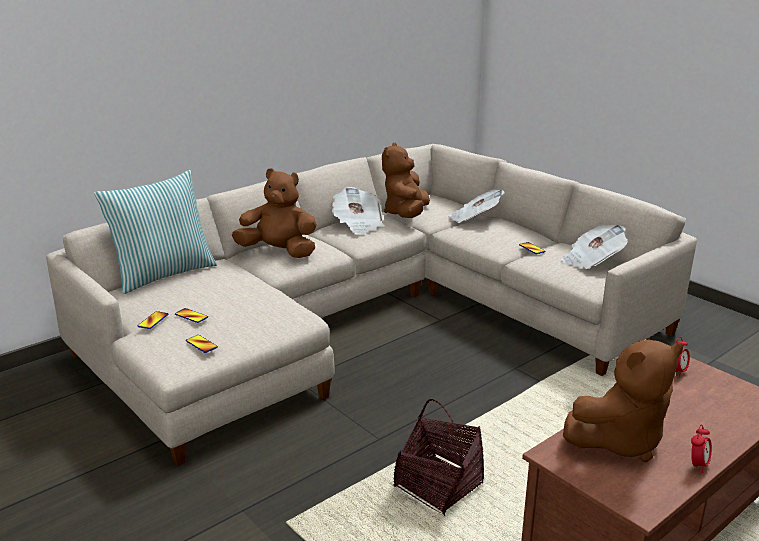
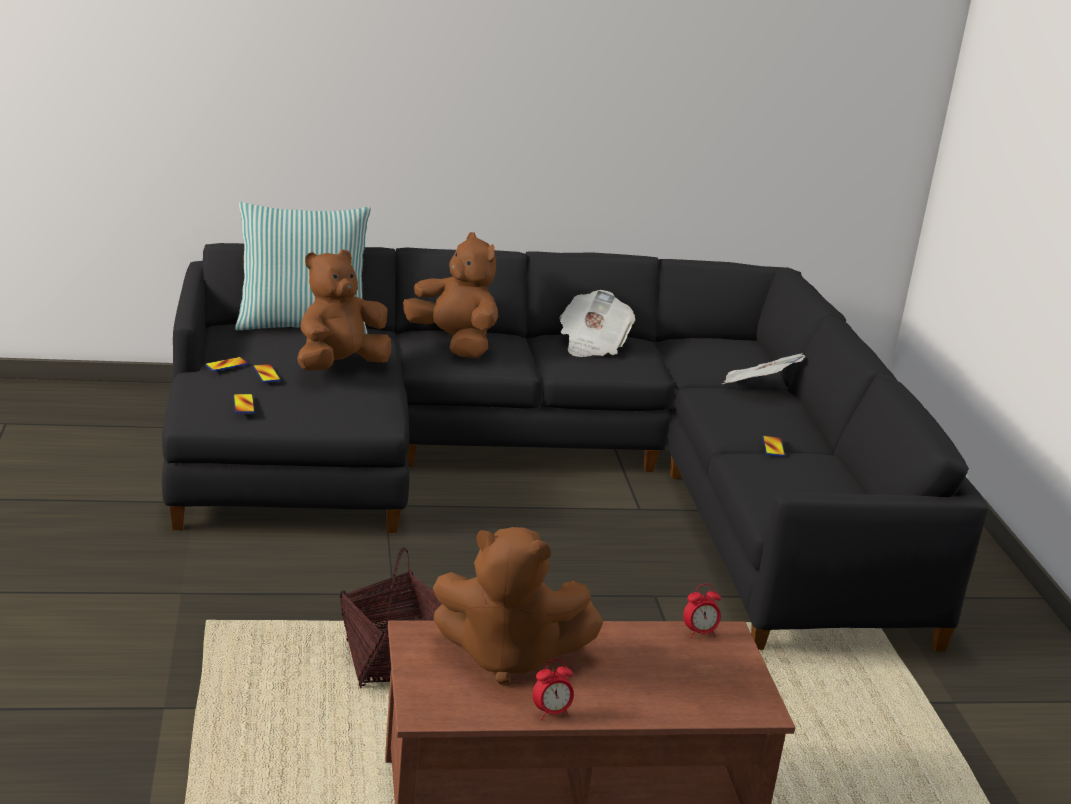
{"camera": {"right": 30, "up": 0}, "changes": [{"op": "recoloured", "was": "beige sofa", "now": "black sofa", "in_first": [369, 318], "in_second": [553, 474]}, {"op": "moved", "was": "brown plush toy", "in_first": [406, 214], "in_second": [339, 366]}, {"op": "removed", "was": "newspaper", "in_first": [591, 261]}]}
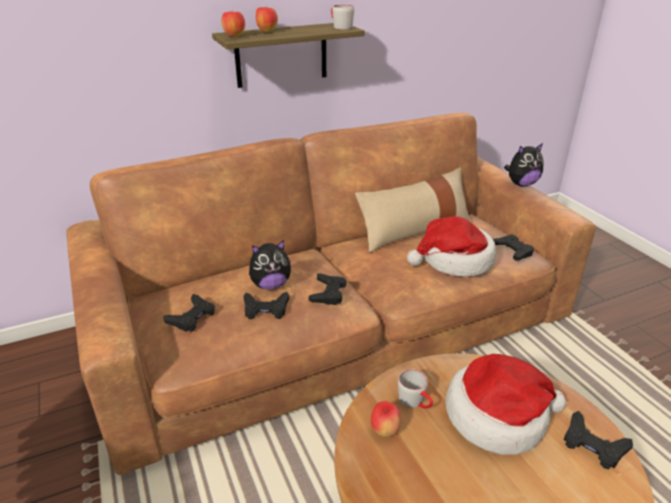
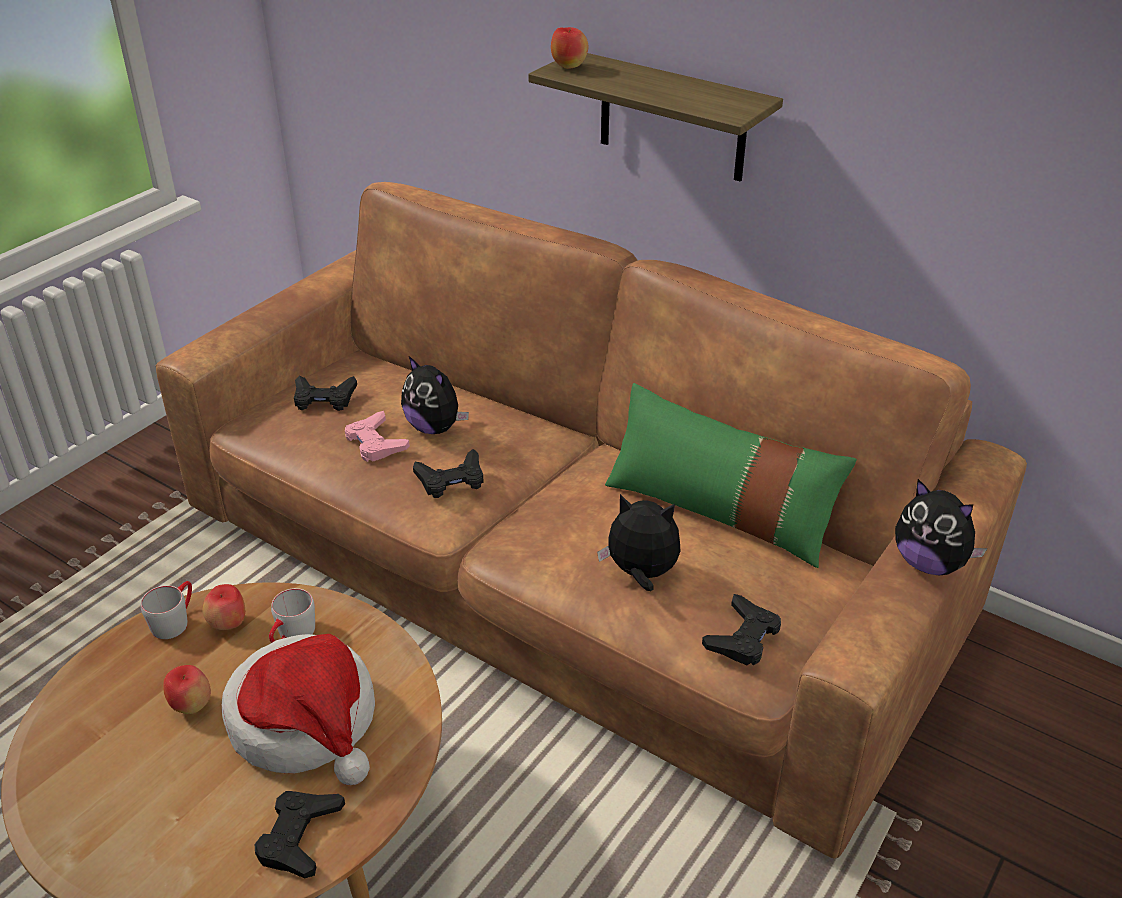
{"camera": {"right": 60, "up": 5}, "changes": [{"op": "moved", "was": "grey mug", "in_first": [340, 27], "in_second": [175, 620]}, {"op": "moved", "was": "apple", "in_first": [267, 32], "in_second": [192, 706]}, {"op": "recoloured", "was": "black game controller", "now": "pink game controller", "in_first": [265, 309], "in_second": [375, 443]}, {"op": "replaced", "was": "hat", "now": "plush toy", "in_first": [454, 260], "in_second": [641, 574]}, {"op": "recoloured", "was": "beige pillow", "now": "green pillow", "in_first": [414, 230], "in_second": [719, 510]}]}
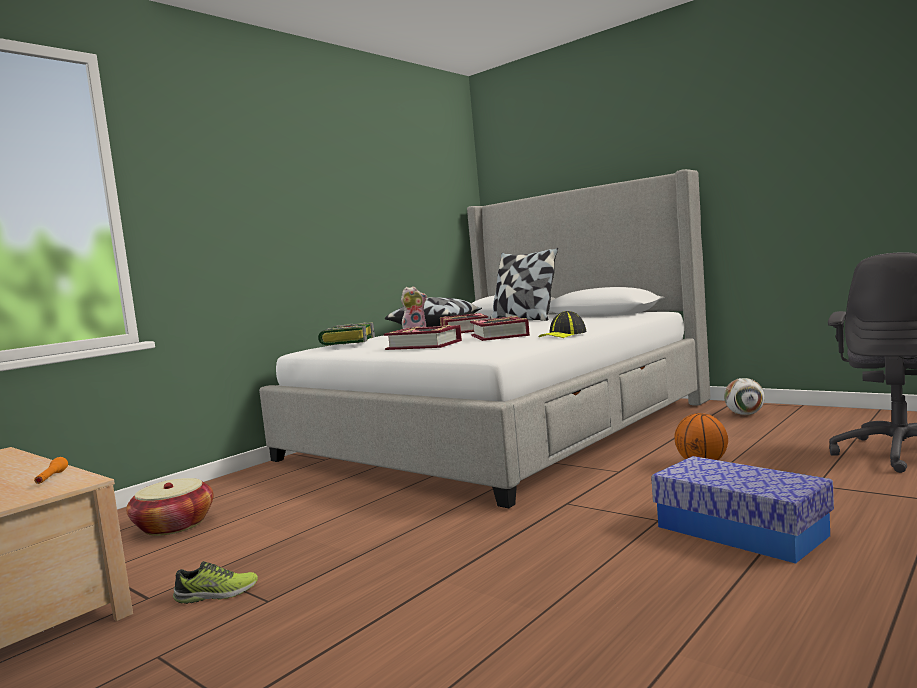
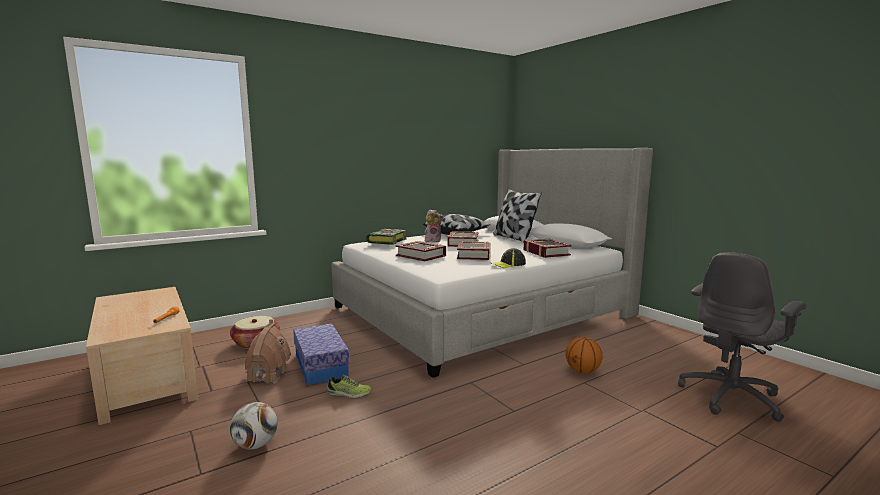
{"camera": {"right": 15, "up": 5}, "changes": [{"op": "moved", "was": "football", "in_first": [745, 414], "in_second": [256, 445]}, {"op": "added", "now": "toy house", "in_second": [267, 375]}, {"op": "moved", "was": "storage box", "in_first": [740, 531], "in_second": [320, 365]}, {"op": "moved", "was": "shoe", "in_first": [216, 594], "in_second": [348, 393]}, {"op": "added", "now": "book", "in_second": [546, 252]}]}
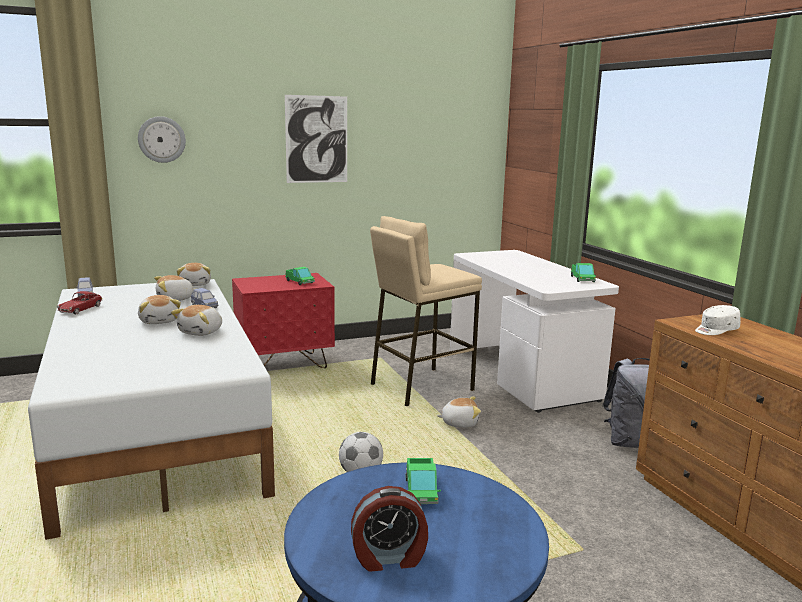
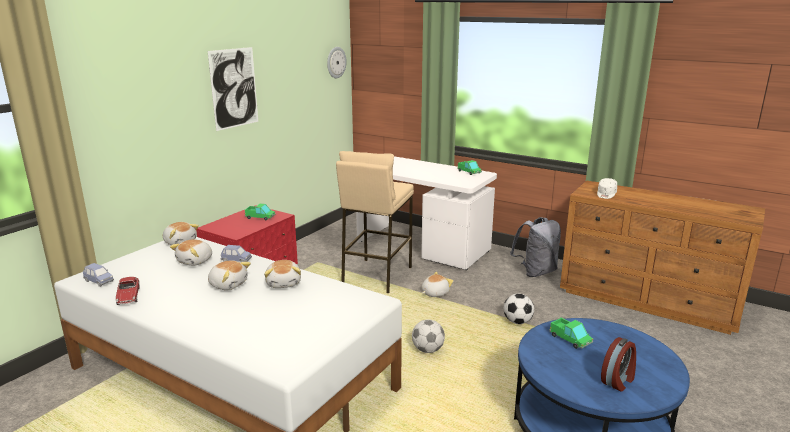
{"camera": {"right": -35, "up": 5}, "changes": [{"op": "moved", "was": "wall clock", "in_first": [161, 139], "in_second": [336, 62]}, {"op": "added", "now": "football", "in_second": [517, 322]}]}
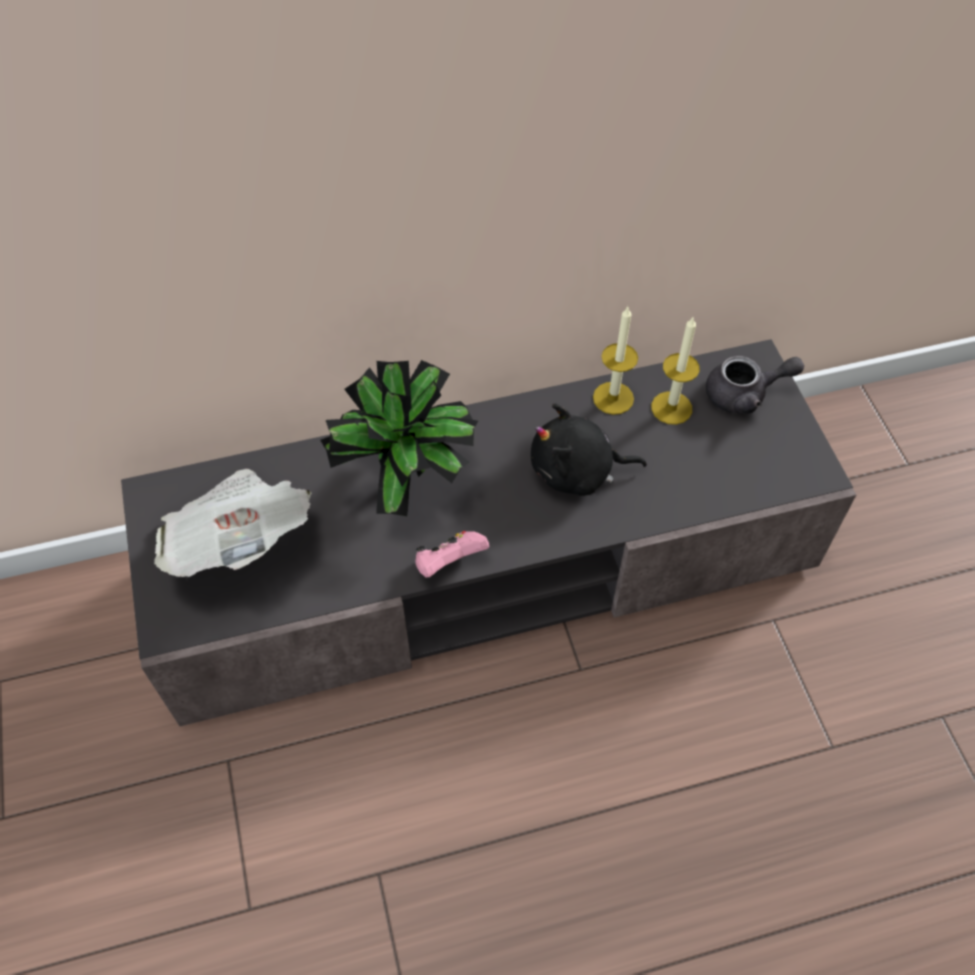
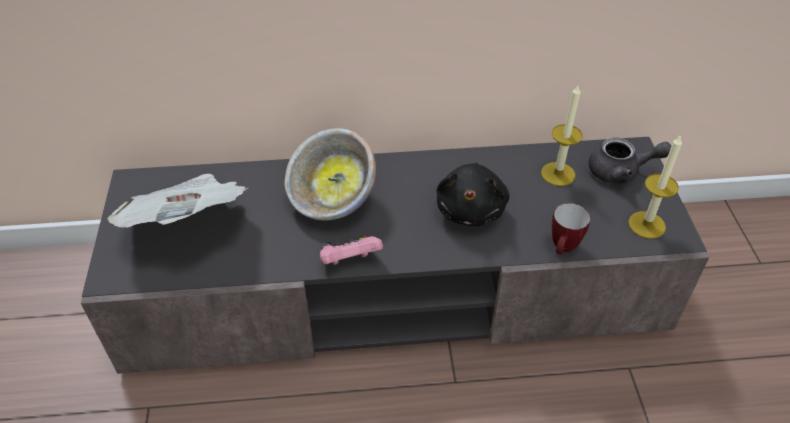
{"camera": {"right": 10, "up": -10}, "changes": [{"op": "replaced", "was": "potted plant", "now": "bowl", "in_first": [409, 484], "in_second": [333, 200]}, {"op": "turned", "was": "black plush toy", "in_first": [577, 471], "in_second": [471, 209], "clockwise": -90}, {"op": "added", "now": "mug", "in_second": [563, 249]}, {"op": "moved", "was": "candle", "in_first": [613, 398], "in_second": [646, 225]}]}
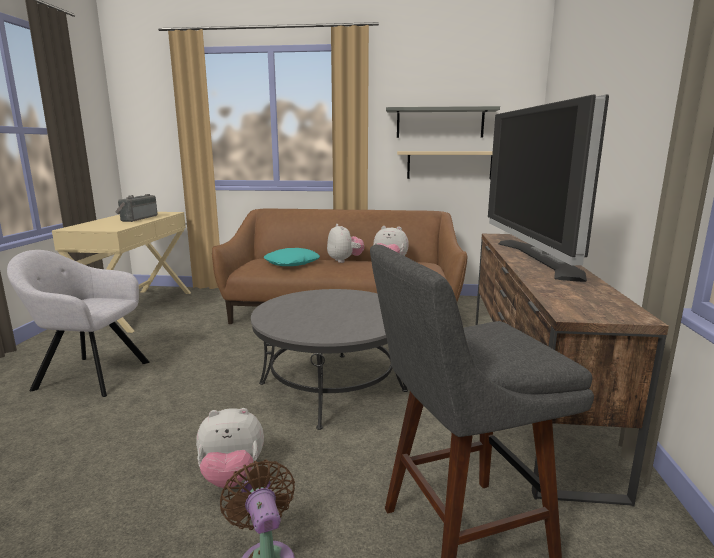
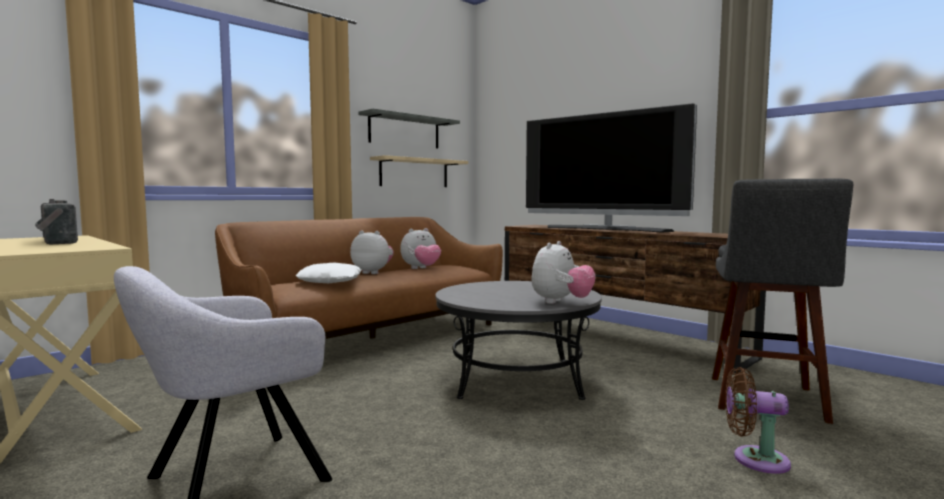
{"camera": {"right": -50, "up": -10}, "changes": [{"op": "recoloured", "was": "turquoise pillow", "now": "white pillow", "in_first": [292, 263], "in_second": [331, 281]}, {"op": "moved", "was": "plush toy", "in_first": [231, 476], "in_second": [561, 302]}]}
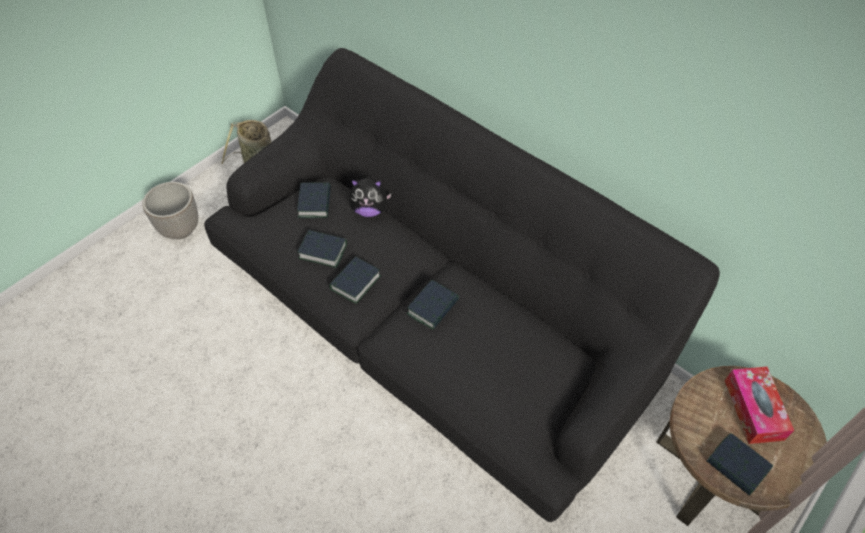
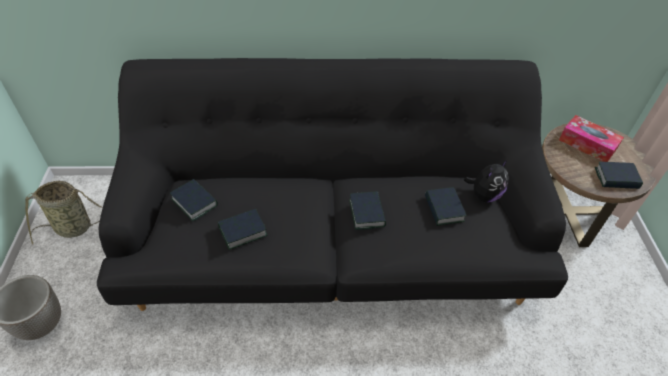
{"camera": {"right": -45, "up": -5}, "changes": [{"op": "moved", "was": "book", "in_first": [355, 282], "in_second": [443, 209]}, {"op": "moved", "was": "plush toy", "in_first": [370, 210], "in_second": [484, 195]}]}
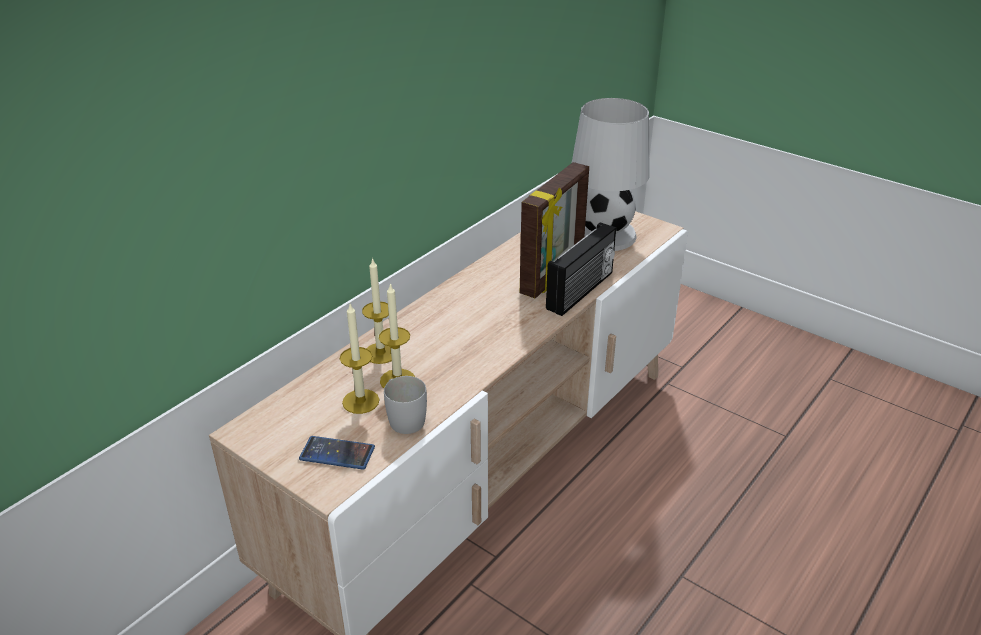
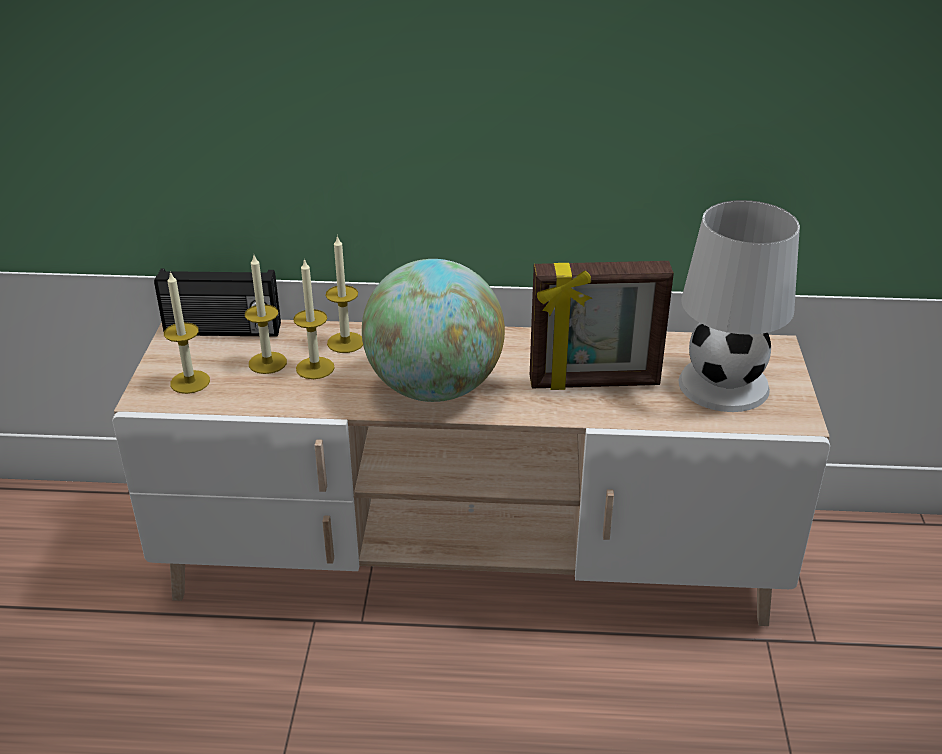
{"camera": {"right": 55, "up": 0}, "changes": [{"op": "moved", "was": "radio", "in_first": [581, 291], "in_second": [222, 331]}, {"op": "replaced", "was": "phone", "now": "candle", "in_first": [337, 453], "in_second": [190, 382]}, {"op": "added", "now": "globe", "in_second": [435, 388]}, {"op": "removed", "was": "white mug", "in_first": [403, 418]}]}
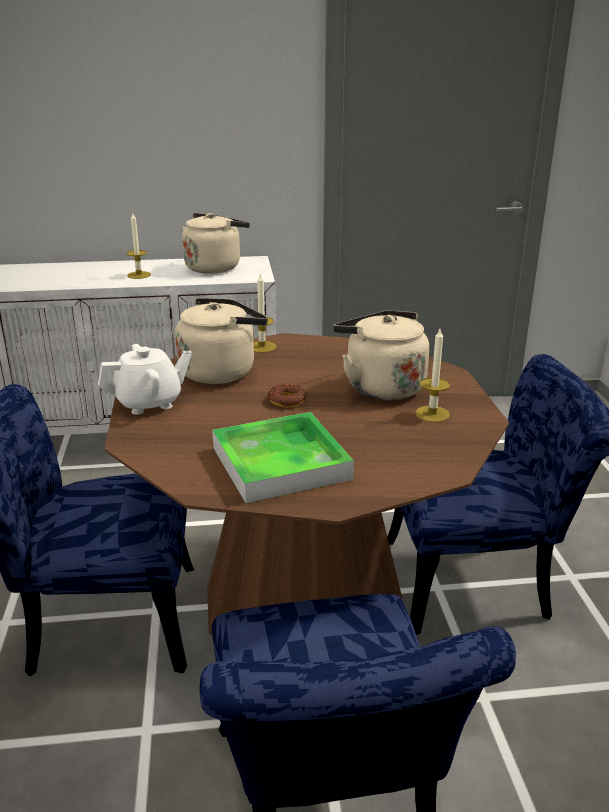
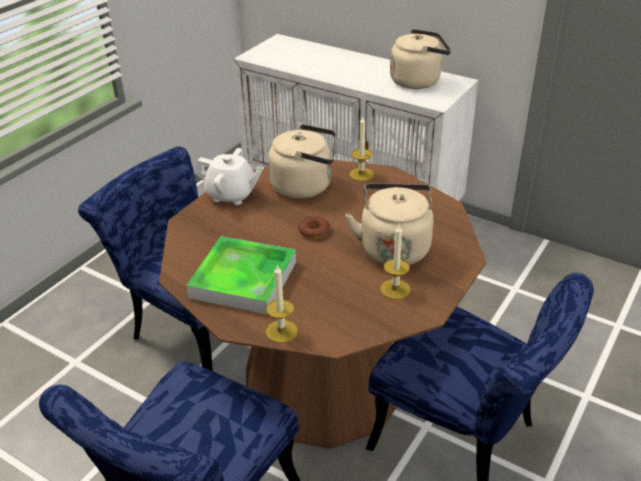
{"camera": {"right": 40, "up": 10}, "changes": [{"op": "moved", "was": "candle", "in_first": [139, 275], "in_second": [281, 331]}]}
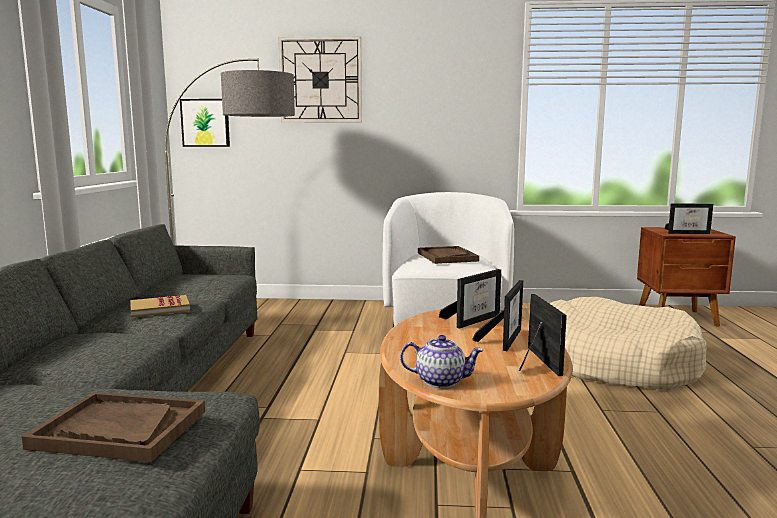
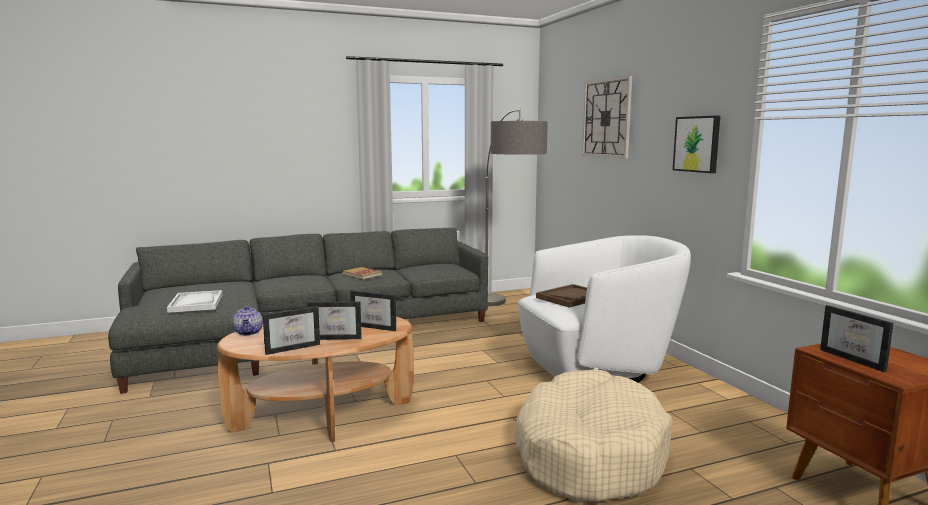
{"camera": {"right": 65, "up": 0}, "changes": [{"op": "recoloured", "was": "brown tray", "now": "white tray", "in_first": [119, 429], "in_second": [196, 303]}, {"op": "moved", "was": "picture", "in_first": [205, 123], "in_second": [697, 144]}]}
